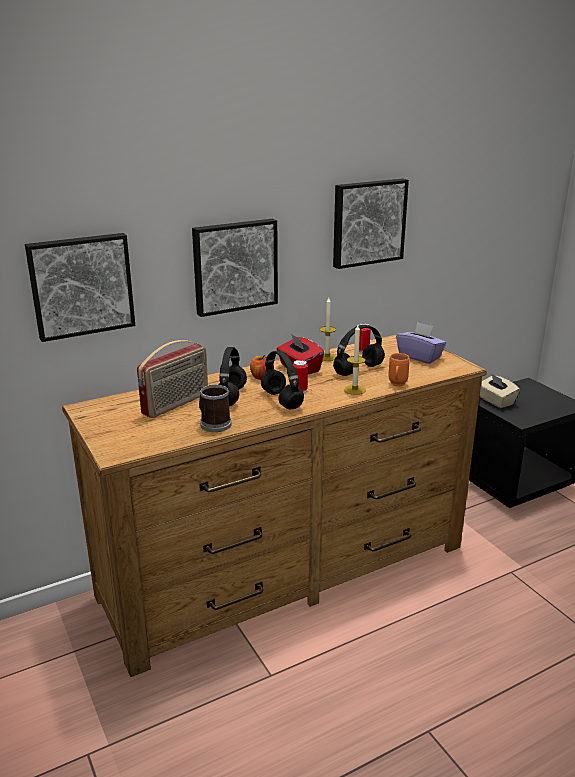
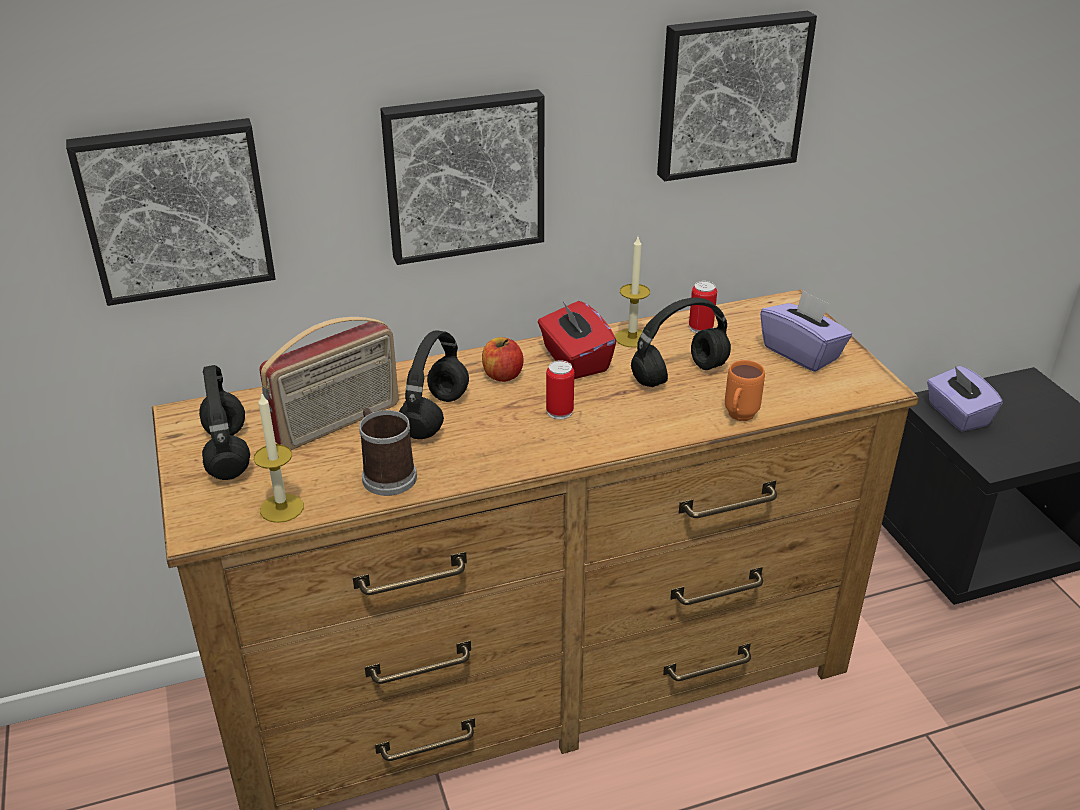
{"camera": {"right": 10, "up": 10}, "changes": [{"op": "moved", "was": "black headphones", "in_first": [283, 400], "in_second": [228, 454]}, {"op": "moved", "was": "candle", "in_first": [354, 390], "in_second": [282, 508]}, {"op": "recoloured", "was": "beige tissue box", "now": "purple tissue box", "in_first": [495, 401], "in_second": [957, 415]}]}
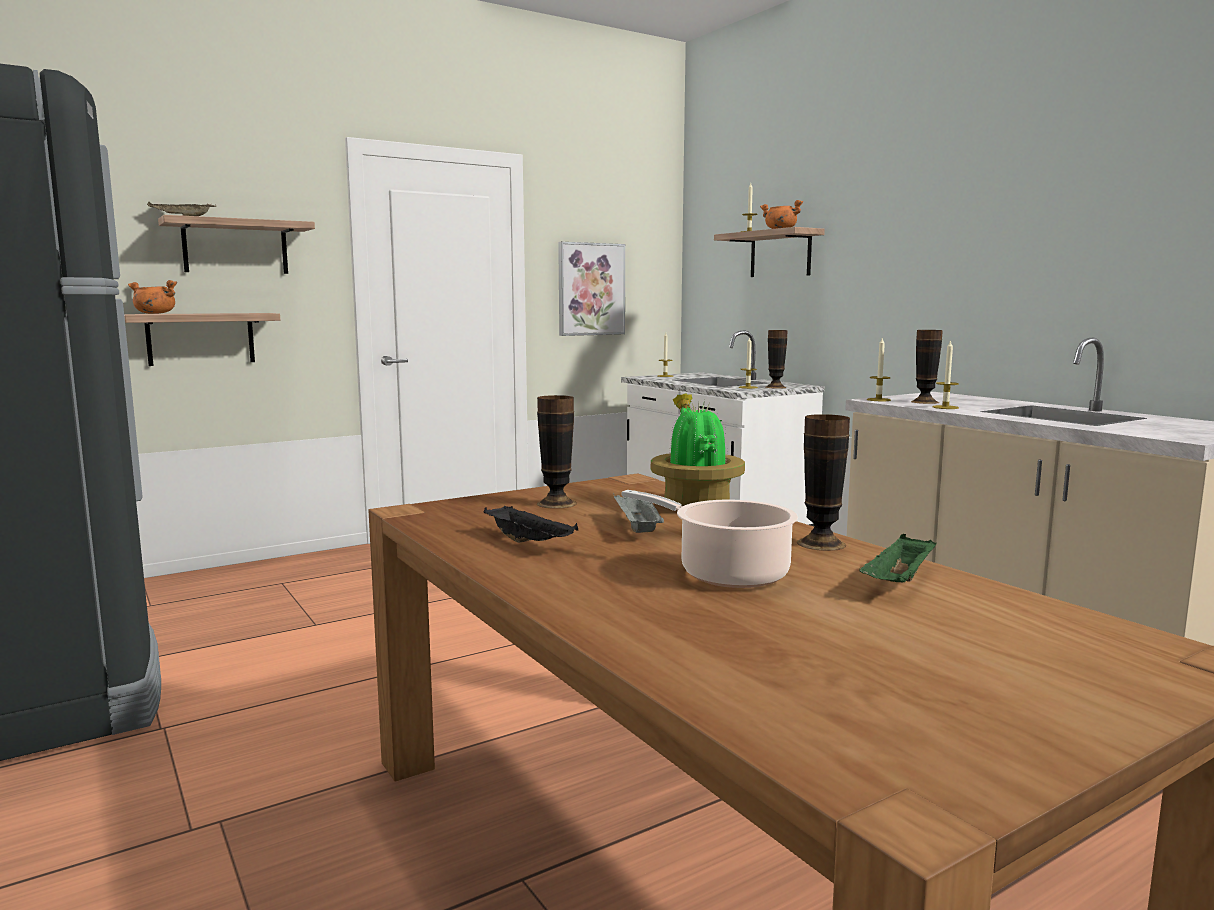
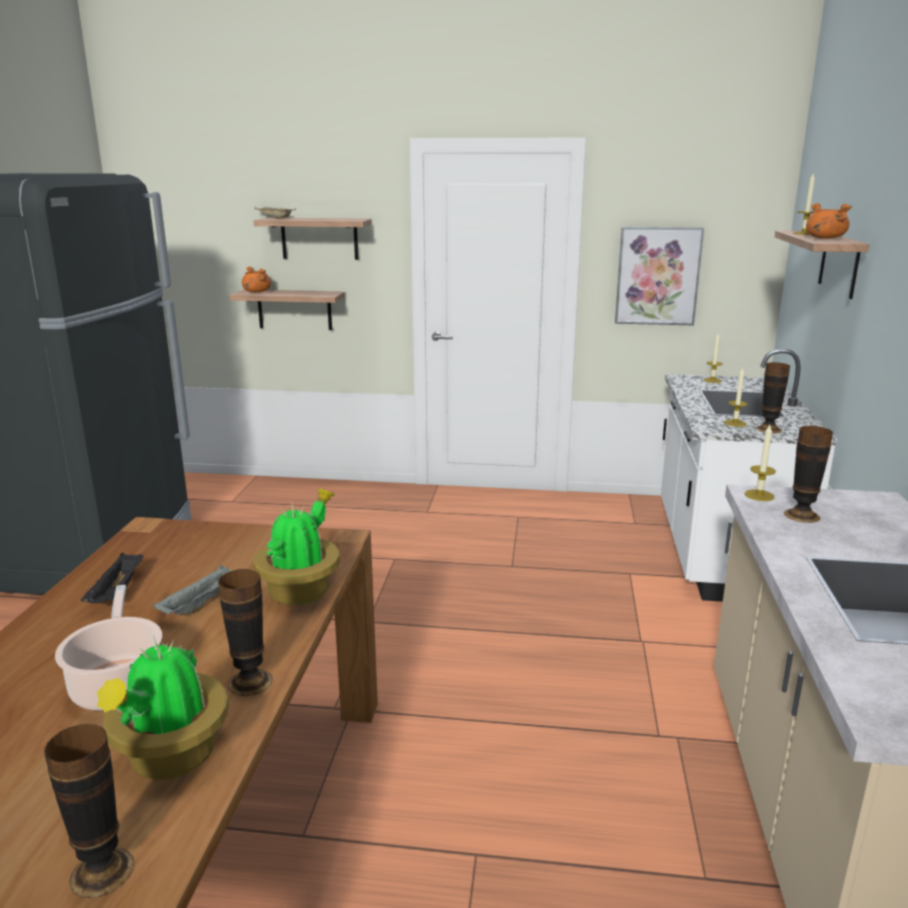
{"camera": {"right": 40, "up": 10}, "changes": [{"op": "moved", "was": "vase", "in_first": [556, 503], "in_second": [102, 871]}, {"op": "replaced", "was": "green tray", "now": "potted plant", "in_first": [899, 582], "in_second": [171, 757]}, {"op": "removed", "was": "candle", "in_first": [945, 407]}]}
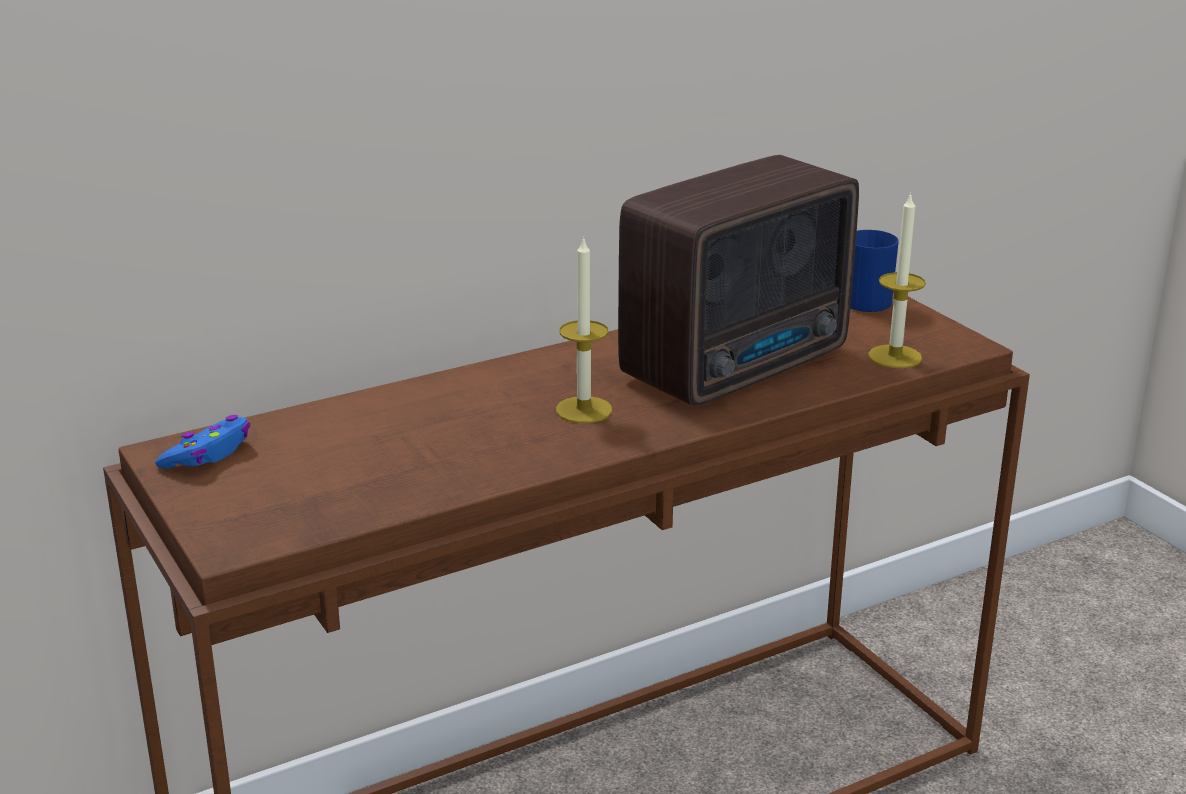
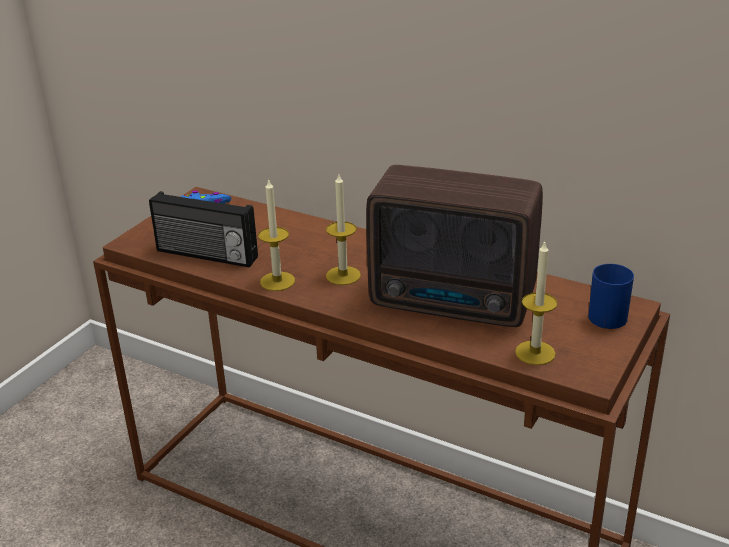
{"camera": {"right": 60, "up": 5}, "changes": [{"op": "added", "now": "radio", "in_second": [206, 255]}, {"op": "added", "now": "candle", "in_second": [277, 281]}]}
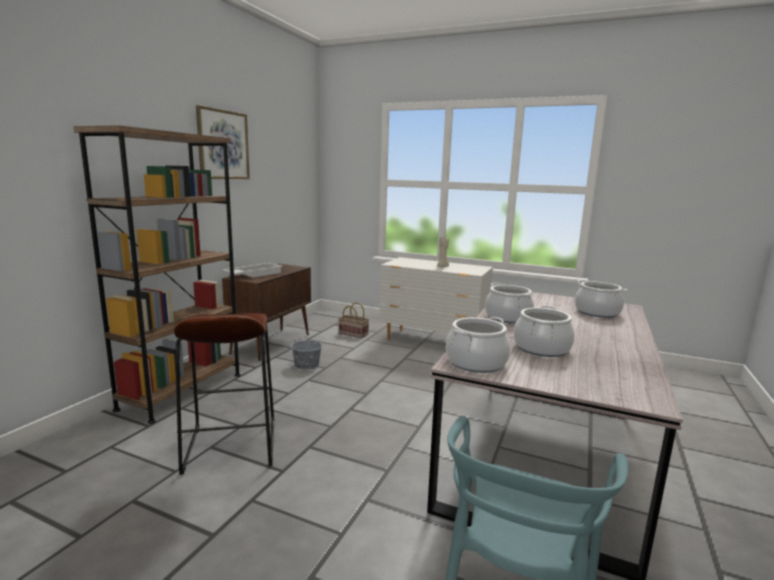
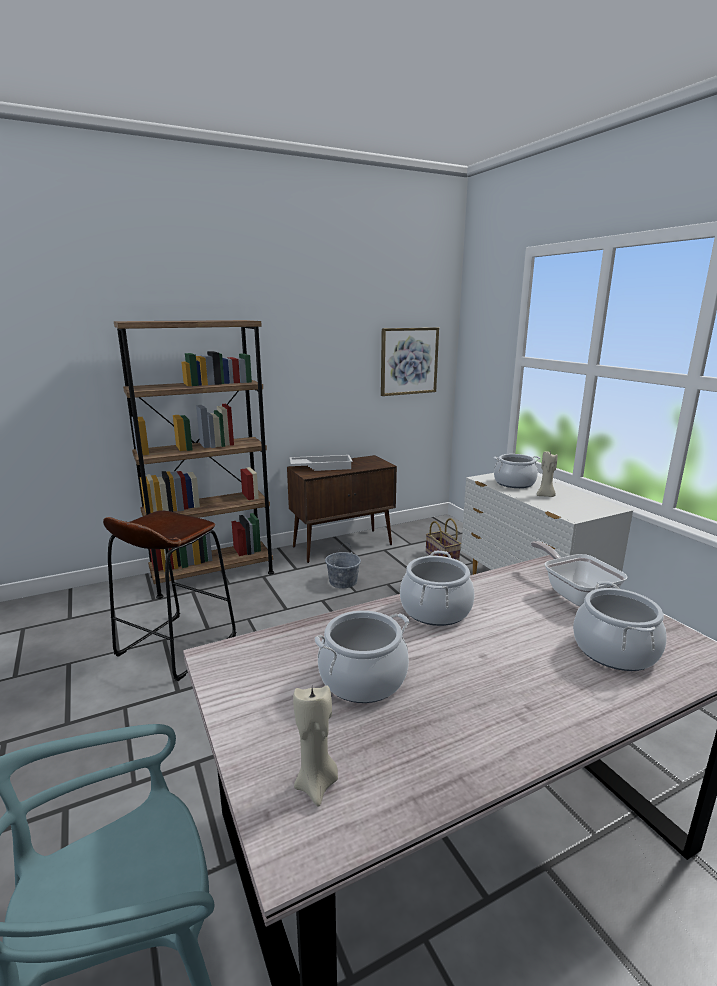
{"camera": {"right": 40, "up": 5}, "changes": [{"op": "added", "now": "beige candle", "in_second": [317, 785]}, {"op": "moved", "was": "picture", "in_first": [223, 145], "in_second": [409, 361]}, {"op": "moved", "was": "cooking pot", "in_first": [476, 362], "in_second": [514, 483]}, {"op": "added", "now": "frying pan", "in_second": [575, 593]}]}
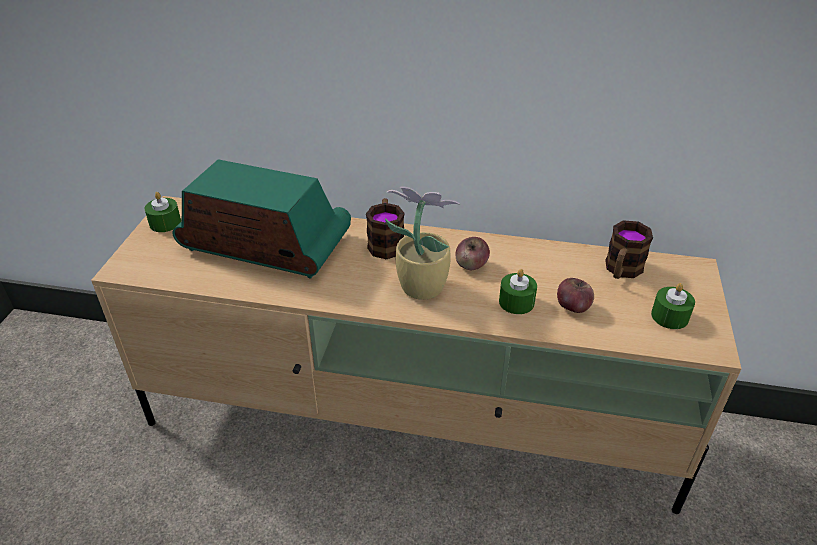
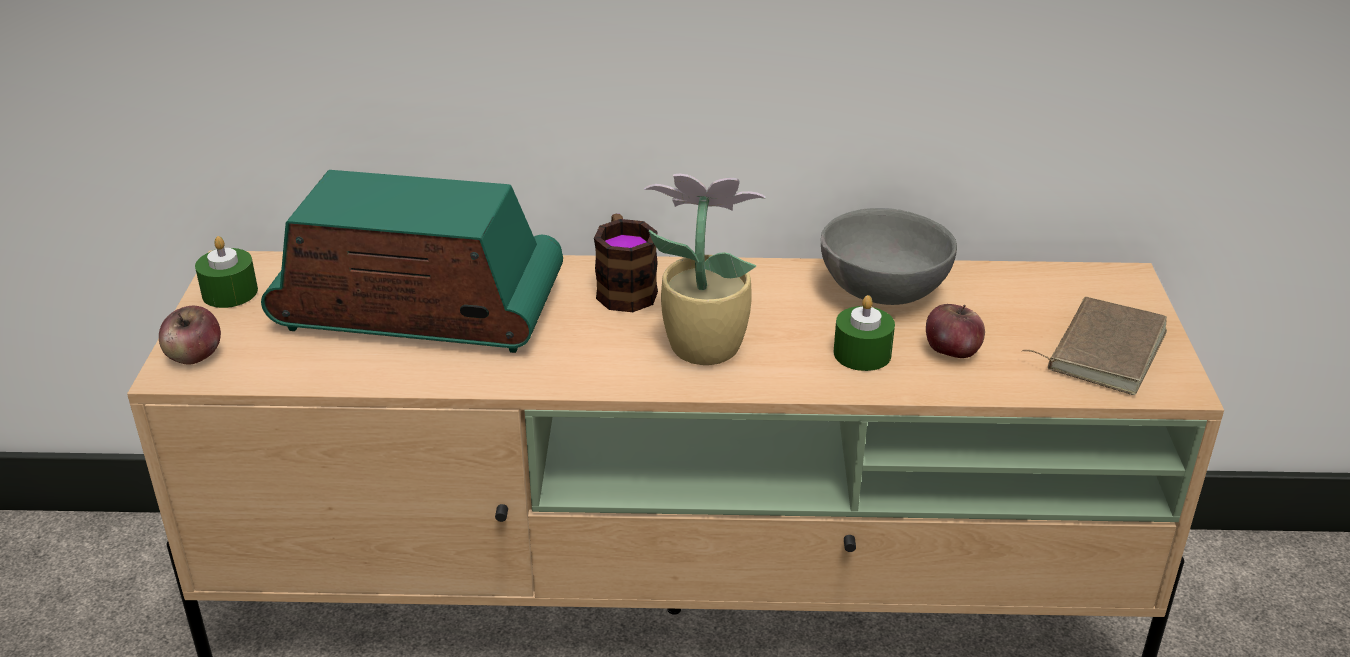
{"camera": {"right": -10, "up": -5}, "changes": [{"op": "moved", "was": "apple", "in_first": [471, 265], "in_second": [194, 356]}, {"op": "added", "now": "grey bowl", "in_second": [879, 292]}, {"op": "replaced", "was": "green candle", "now": "brown book", "in_first": [669, 316], "in_second": [1102, 349]}, {"op": "removed", "was": "mug", "in_first": [621, 271]}]}
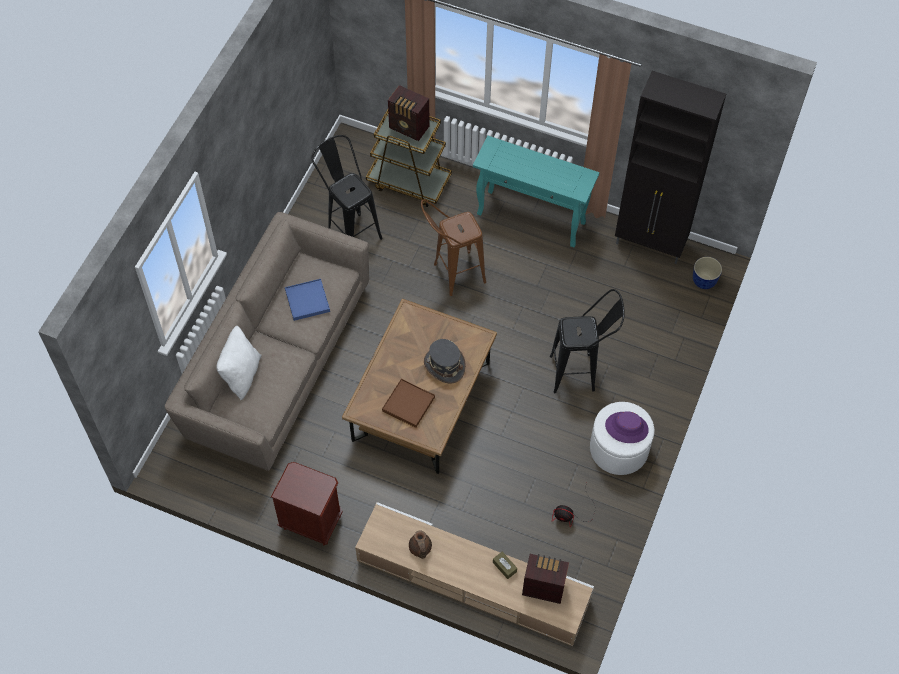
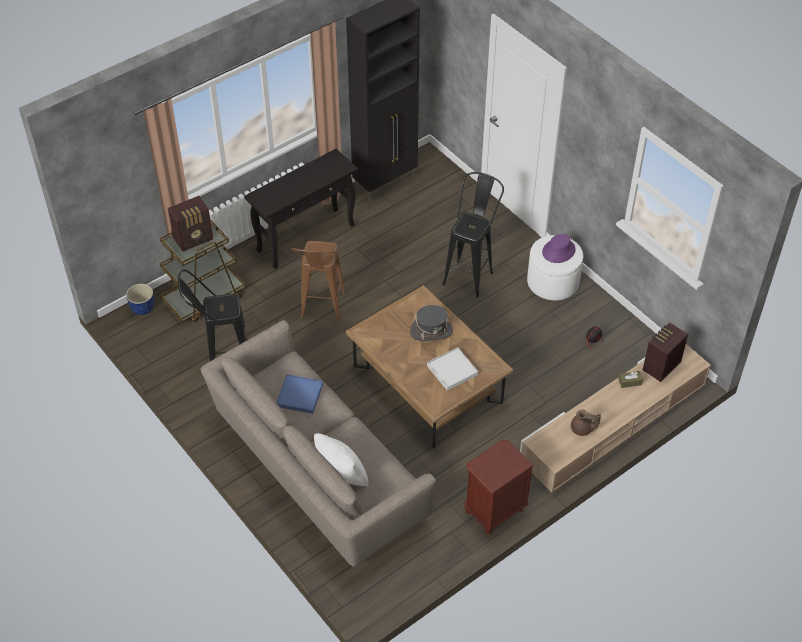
{"camera": {"right": -60, "up": -10}, "changes": [{"op": "moved", "was": "planter", "in_first": [703, 282], "in_second": [143, 309]}, {"op": "recoloured", "was": "turquoise console table", "now": "black console table", "in_first": [532, 218], "in_second": [306, 238]}, {"op": "recoloured", "was": "brown tray", "now": "white tray", "in_first": [408, 404], "in_second": [452, 370]}]}
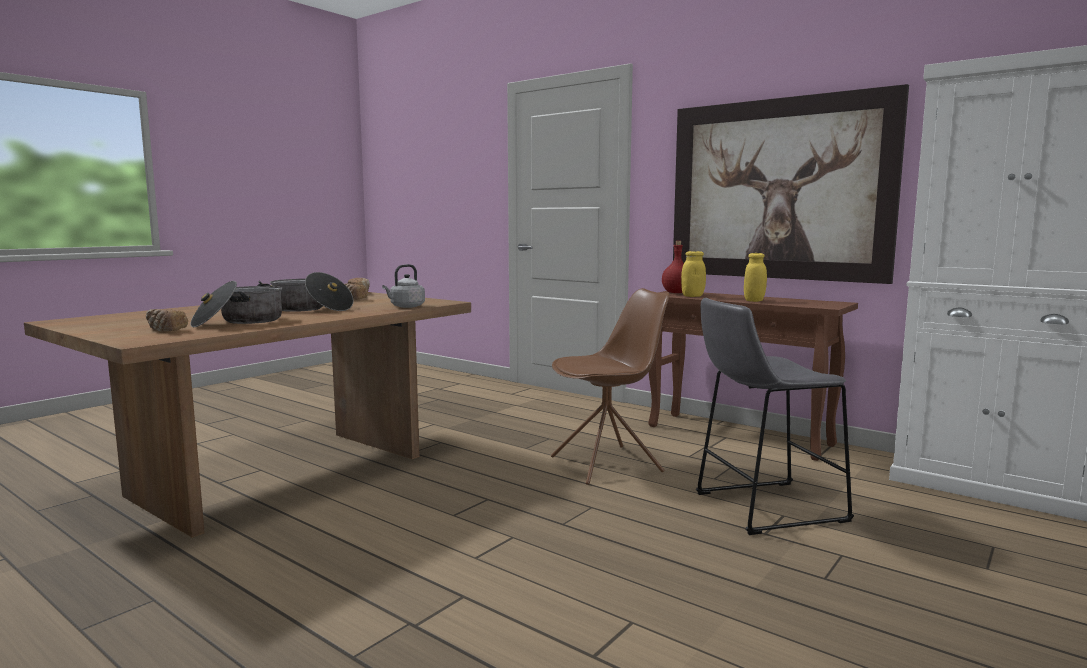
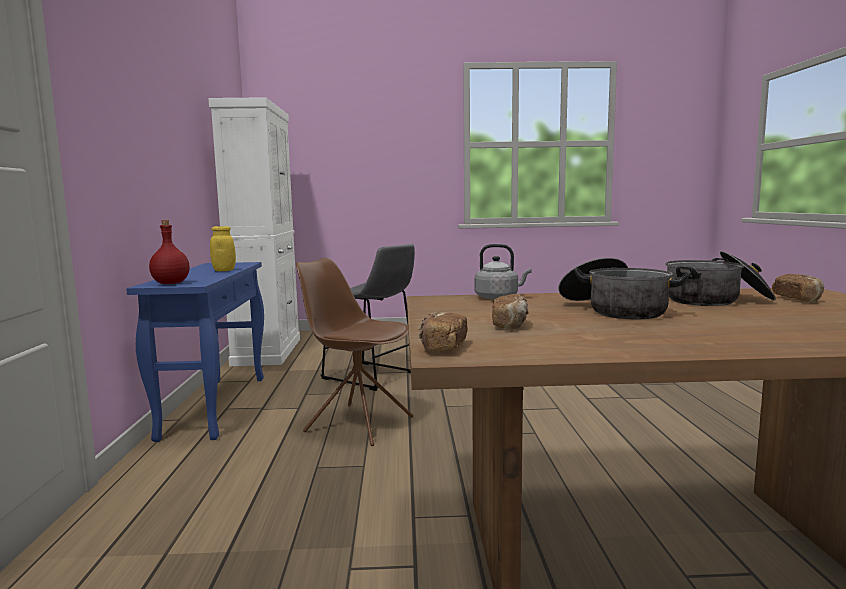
{"camera": {"right": -130, "up": 0}, "changes": [{"op": "recoloured", "was": "brown console table", "now": "blue console table", "in_first": [740, 435], "in_second": [215, 405]}, {"op": "removed", "was": "picture", "in_first": [778, 189]}, {"op": "removed", "was": "yellow jar", "in_first": [692, 296]}]}
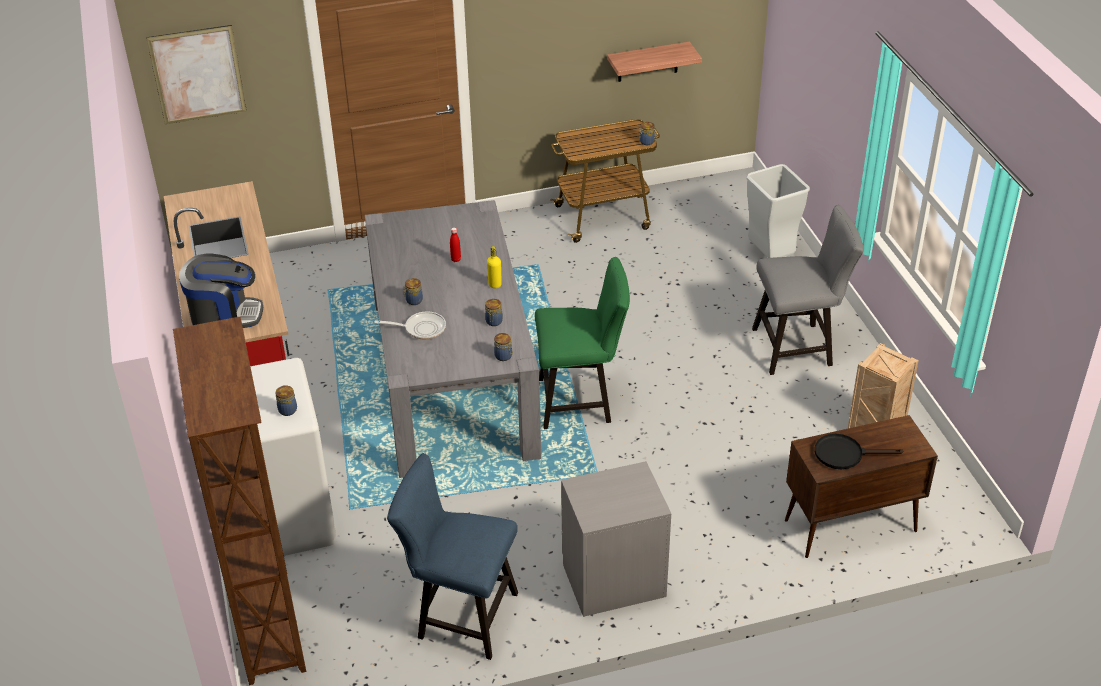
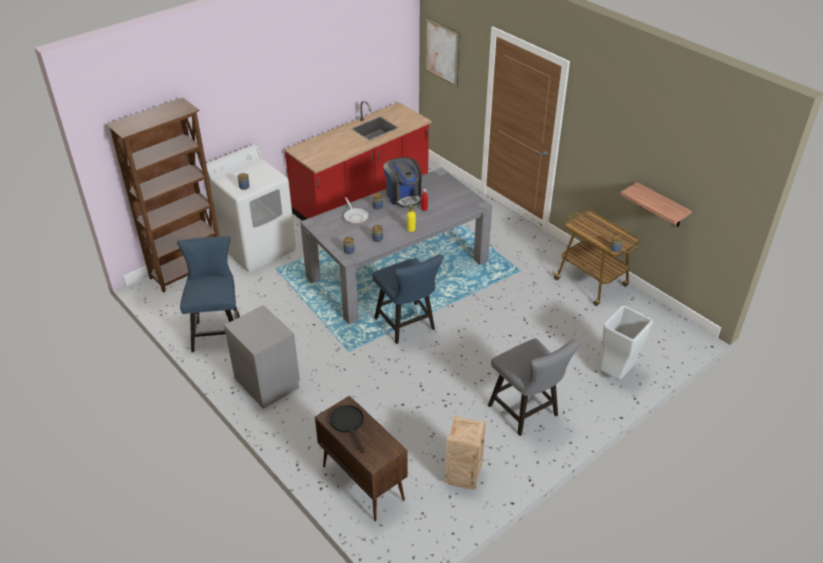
{"camera": {"right": 65, "up": 0}, "changes": [{"op": "recoloured", "was": "green chair", "now": "blue chair", "in_first": [581, 401], "in_second": [407, 326]}, {"op": "moved", "was": "coffee machine", "in_first": [225, 316], "in_second": [403, 196]}]}
